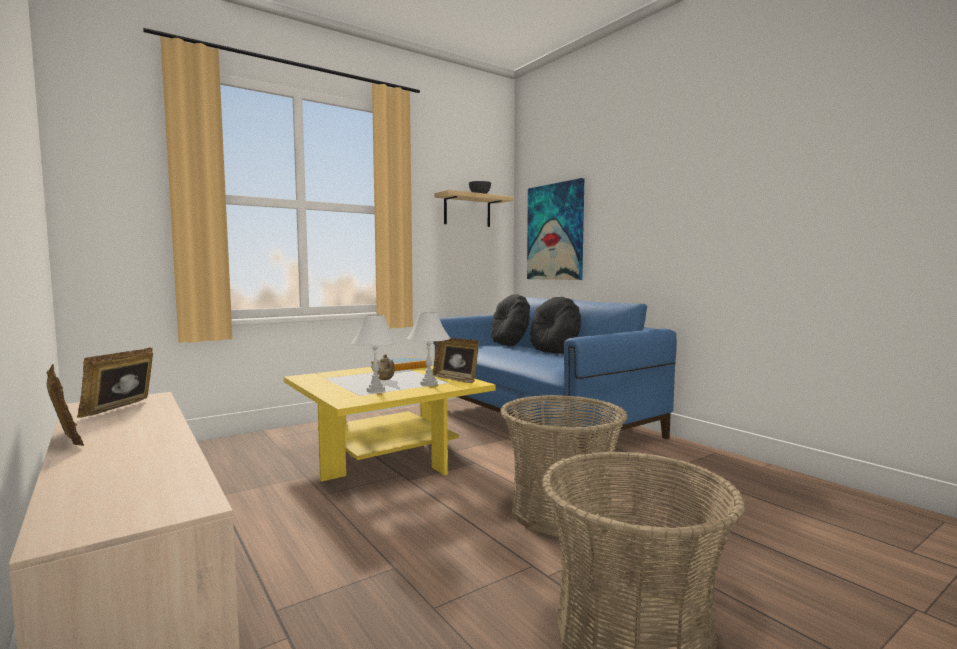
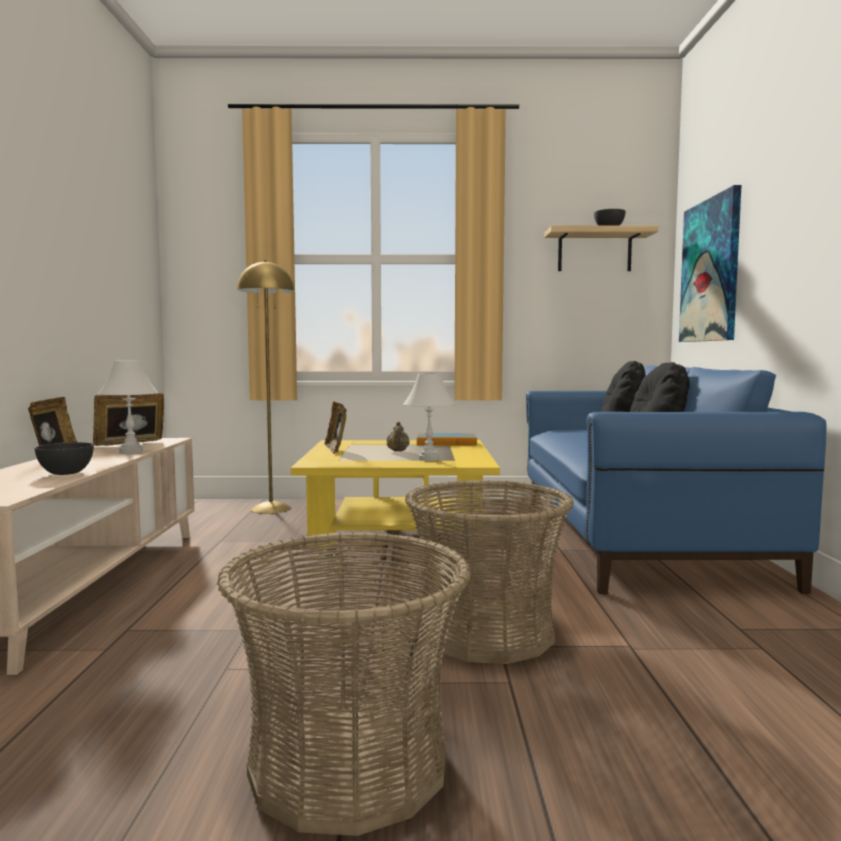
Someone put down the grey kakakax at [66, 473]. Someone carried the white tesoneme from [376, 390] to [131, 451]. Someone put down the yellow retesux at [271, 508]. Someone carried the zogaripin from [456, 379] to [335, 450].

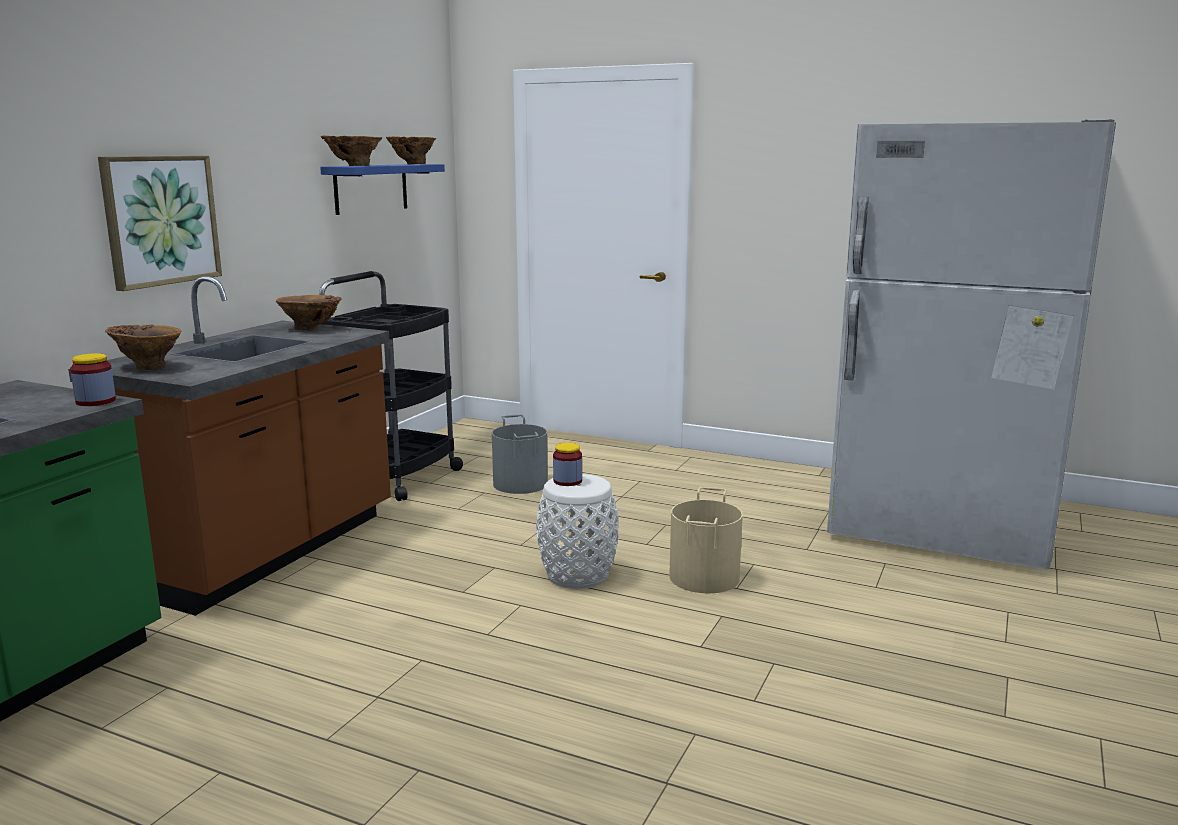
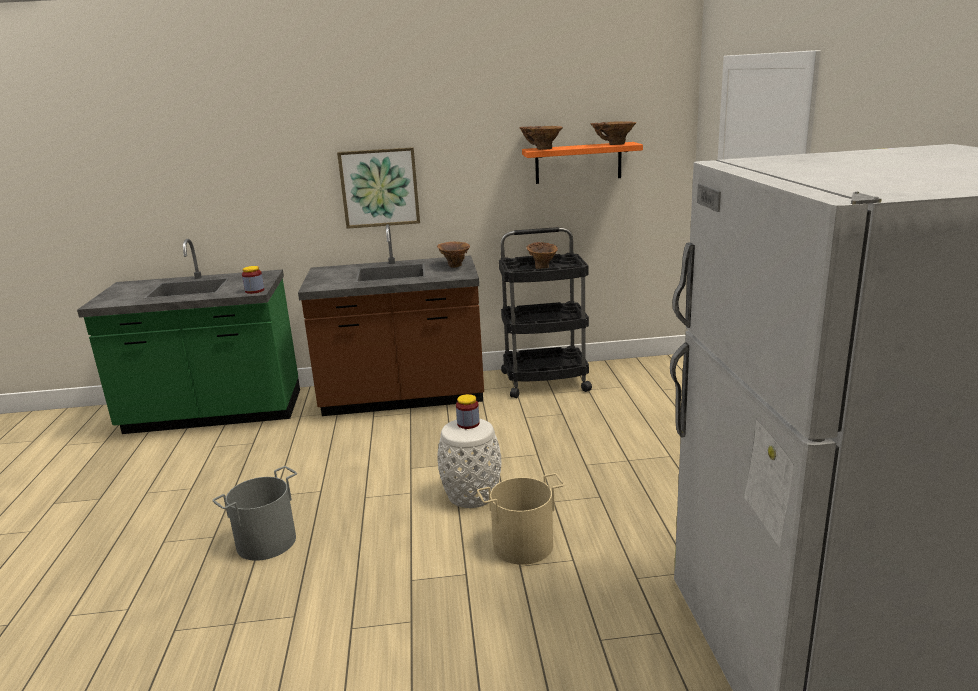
Someone carried the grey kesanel from [521, 484] to [267, 542]. Someone repainted the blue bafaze at [371, 188], which became the orange bafaze at [578, 163]. Someone carried the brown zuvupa from [147, 367] to [542, 267].

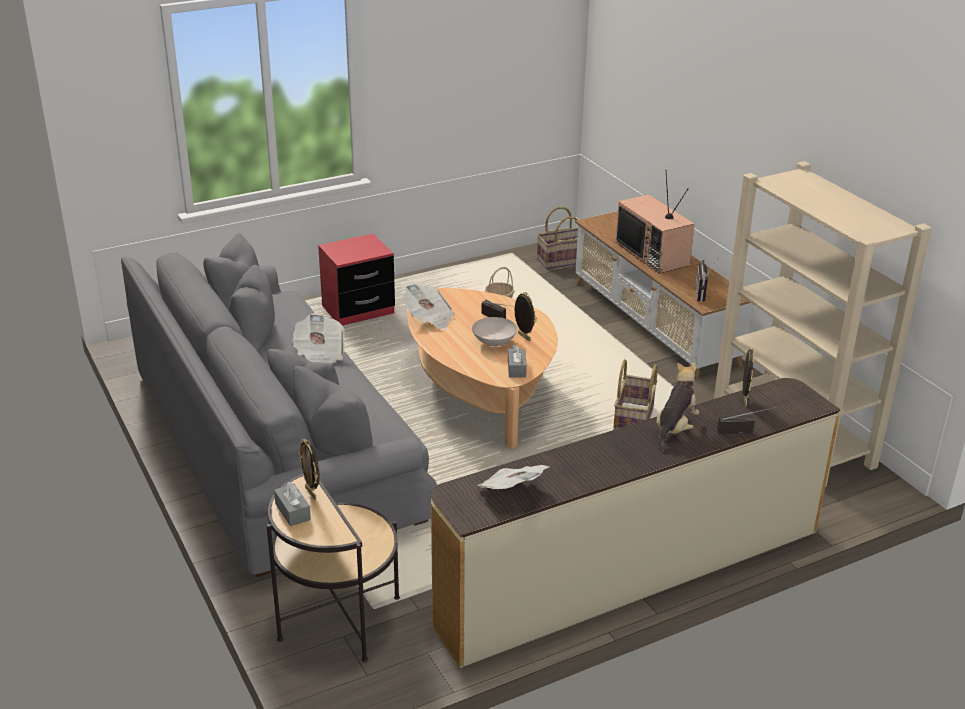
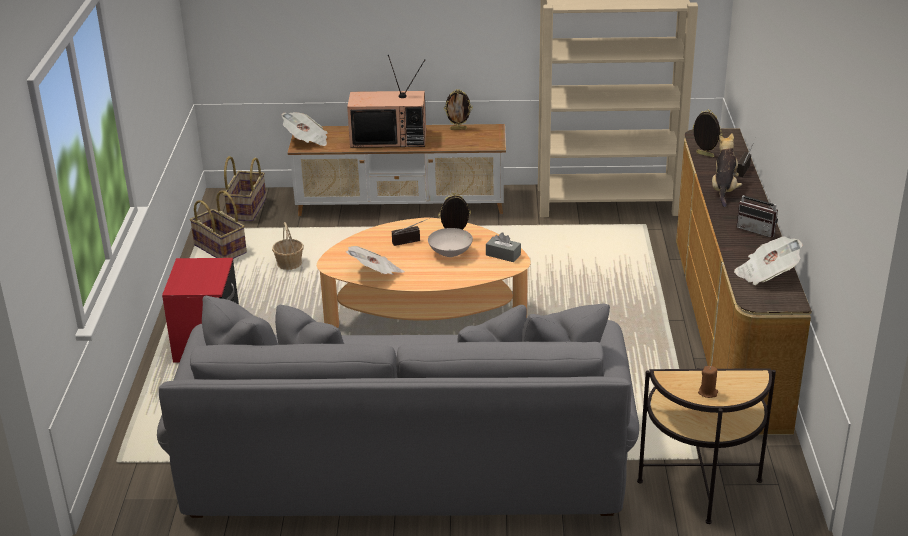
Someone carried the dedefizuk from [634, 421] to [221, 249]. Someone carried the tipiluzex from [319, 354] to [307, 140]. Someone carried the zogaripin from [311, 493] to [458, 129]. Someone swapped the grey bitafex at [292, 511] for the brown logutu at [708, 393]. Someone rotated the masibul at [675, 429] by 45 degrees clockwise. Someone carried the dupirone from [704, 294] to [758, 230].

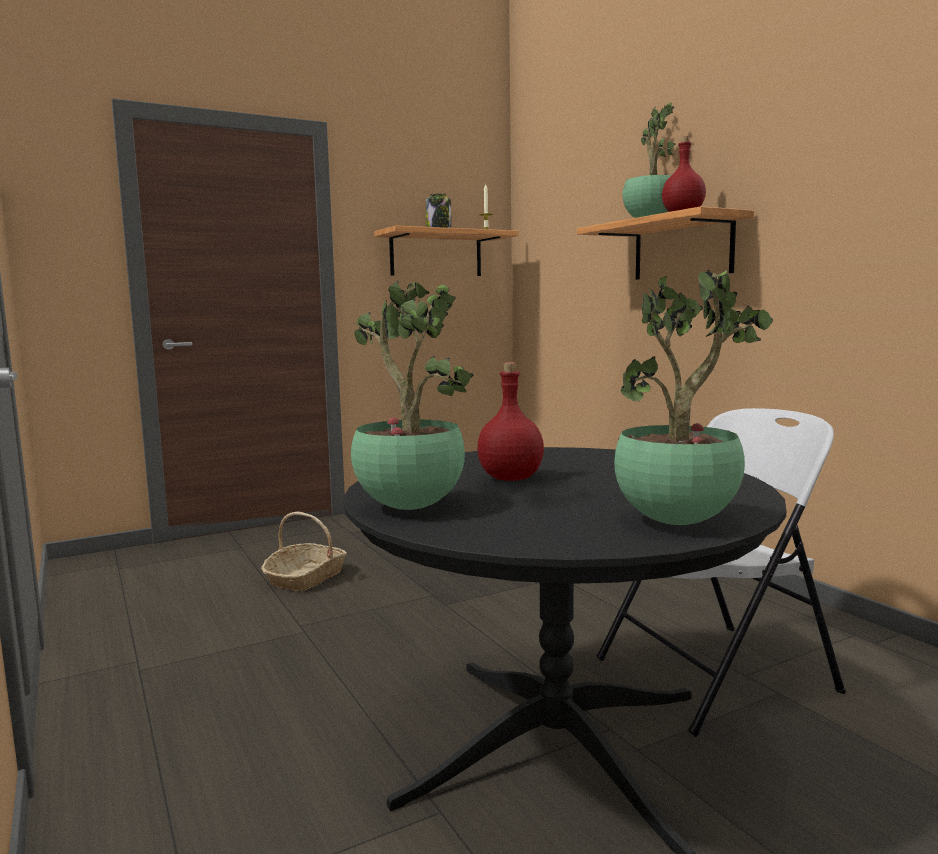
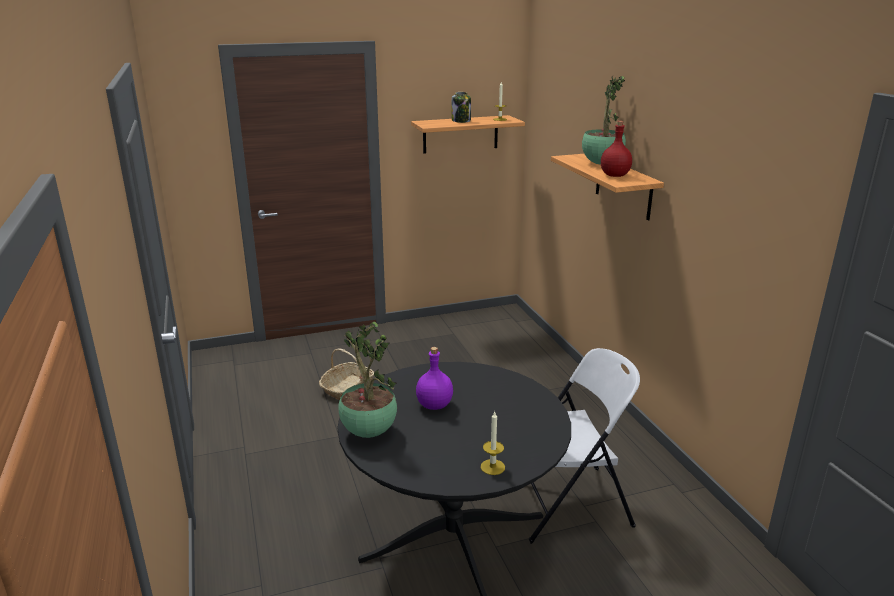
Someone repainted the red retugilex at [510, 479], which became the purple retugilex at [434, 405]. Someone swapped the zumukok at [679, 522] for the logutu at [492, 467].

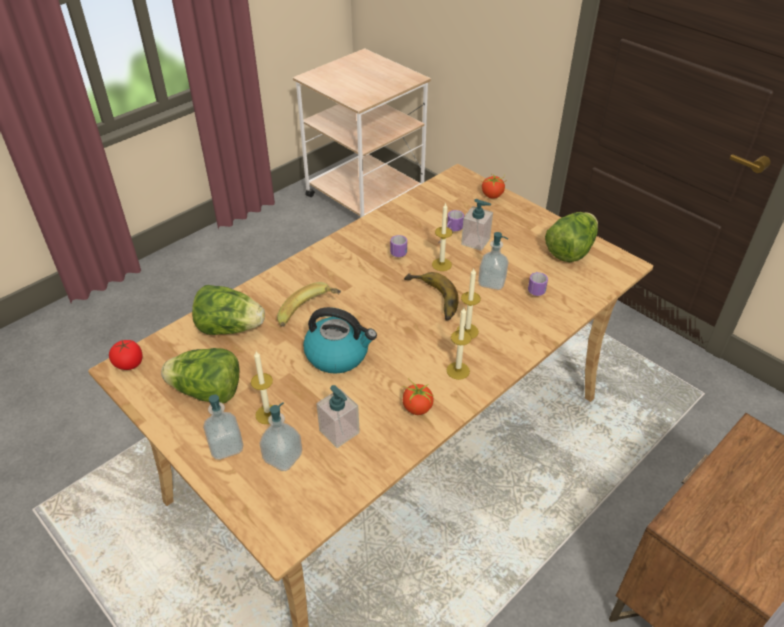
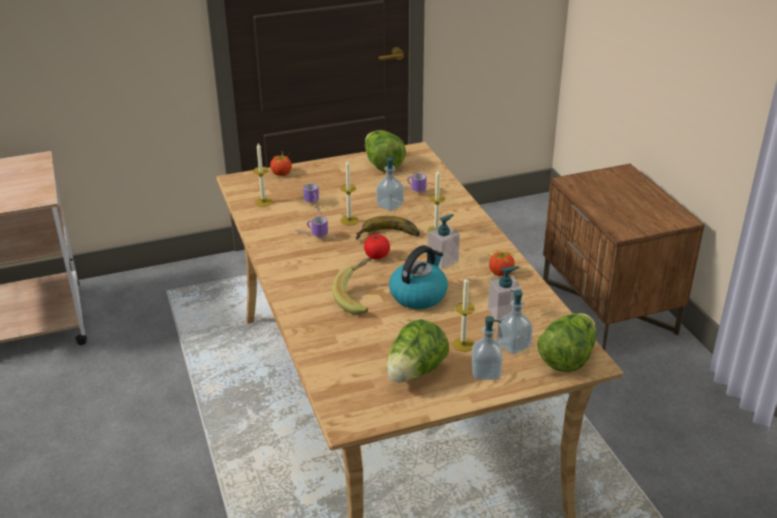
Someone carried the logutu from [458, 370] to [263, 202]. Someone carried the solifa from [129, 364] to [376, 256]. Someone carried the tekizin from [475, 242] to [443, 260]. Someone carried the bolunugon from [230, 328] to [567, 358].

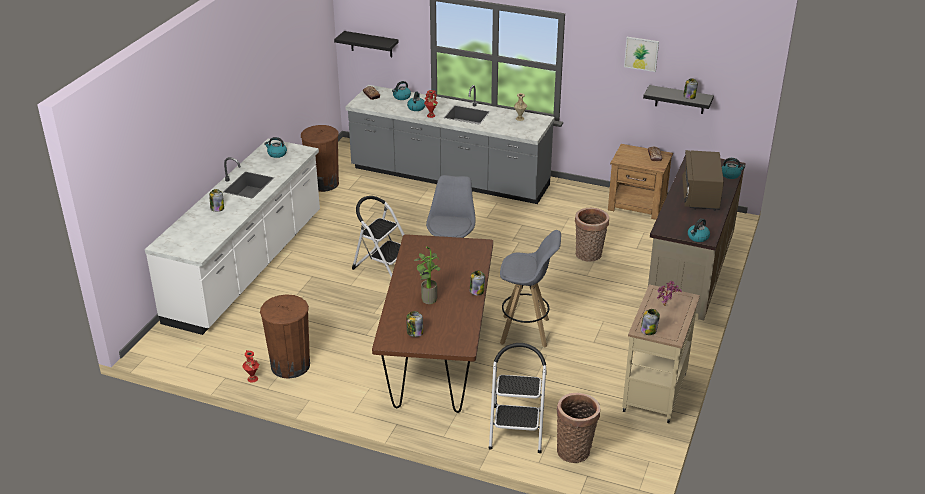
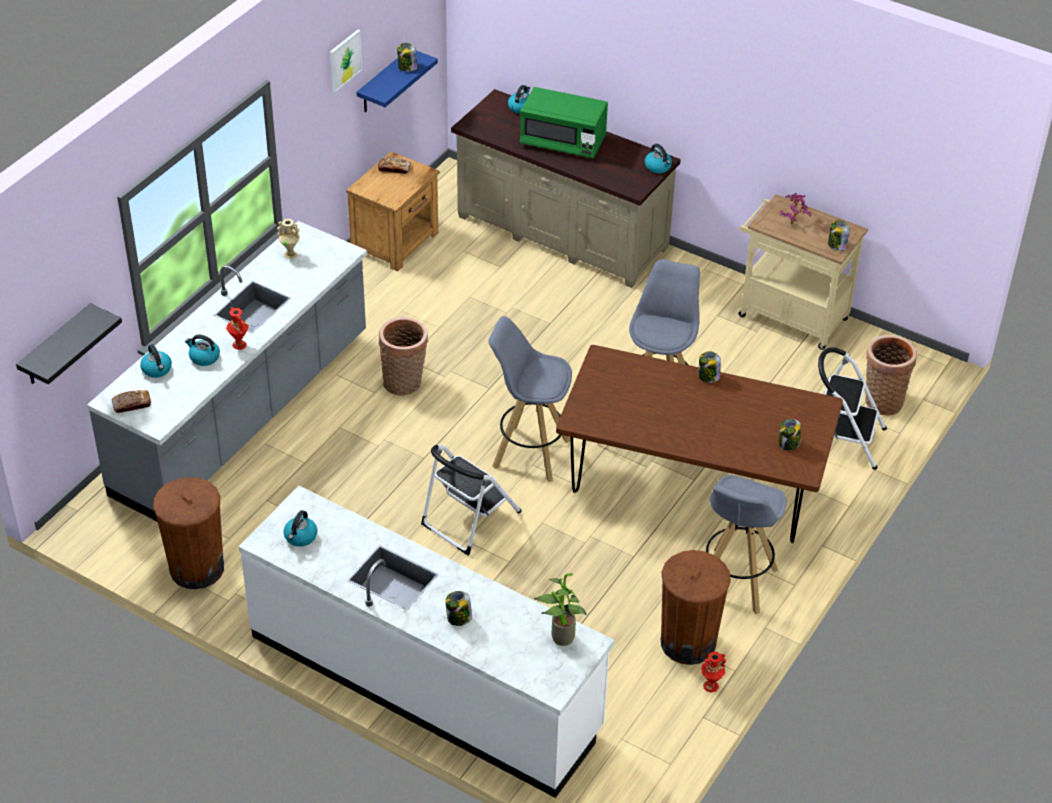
Someone repainted the black bafaze at [680, 99], which became the blue bafaze at [383, 82]. Someone carried the dedefizuk from [589, 255] to [405, 382]. Someone repainted the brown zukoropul at [700, 195], which became the green zukoropul at [563, 142]. Someone carried the zumukok from [427, 298] to [559, 638]. Someone put down the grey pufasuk at [734, 582].

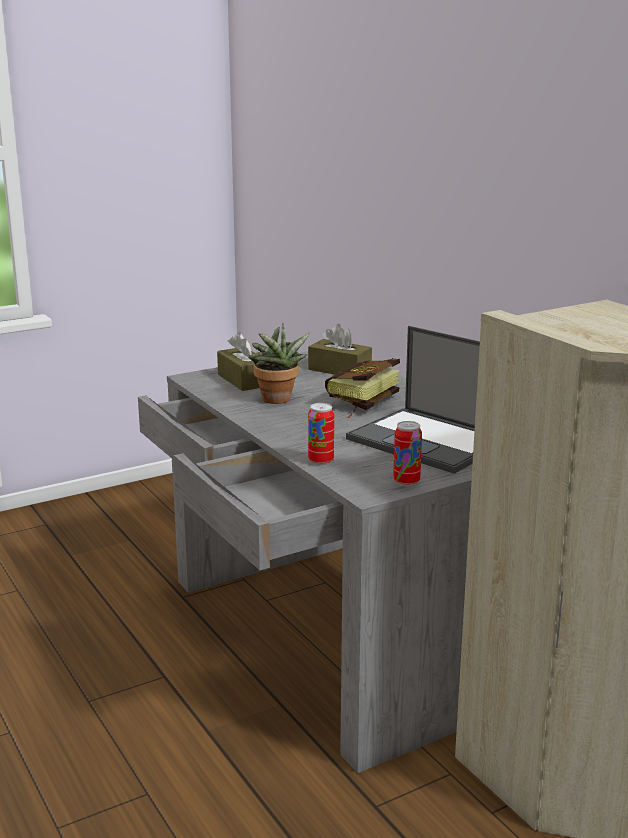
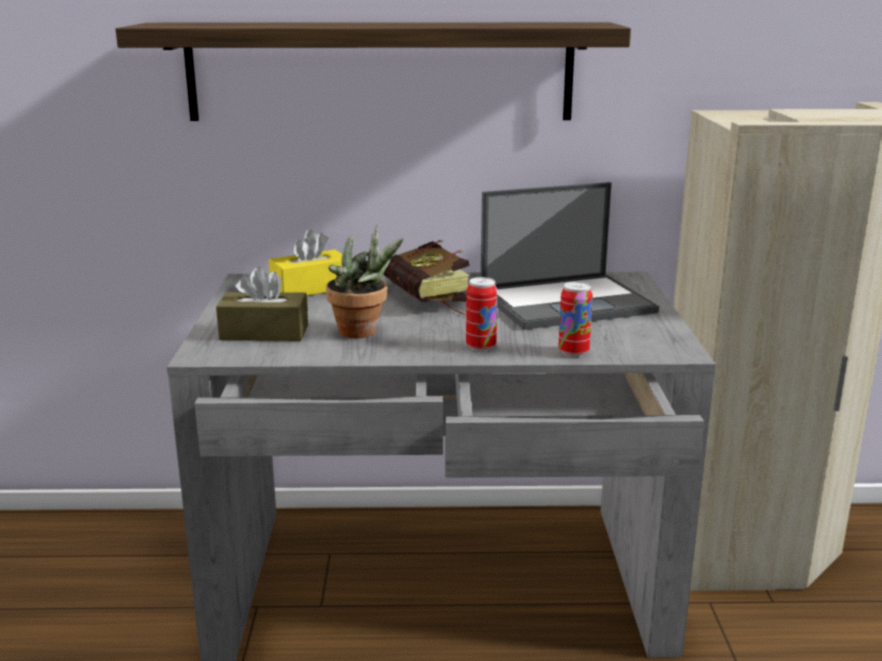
Someone put up the bafaze at [380, 72]. Someone repainted the brown bitafex at [339, 370], which became the yellow bitafex at [310, 288]. Someone carried the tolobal from [406, 482] to [481, 347].

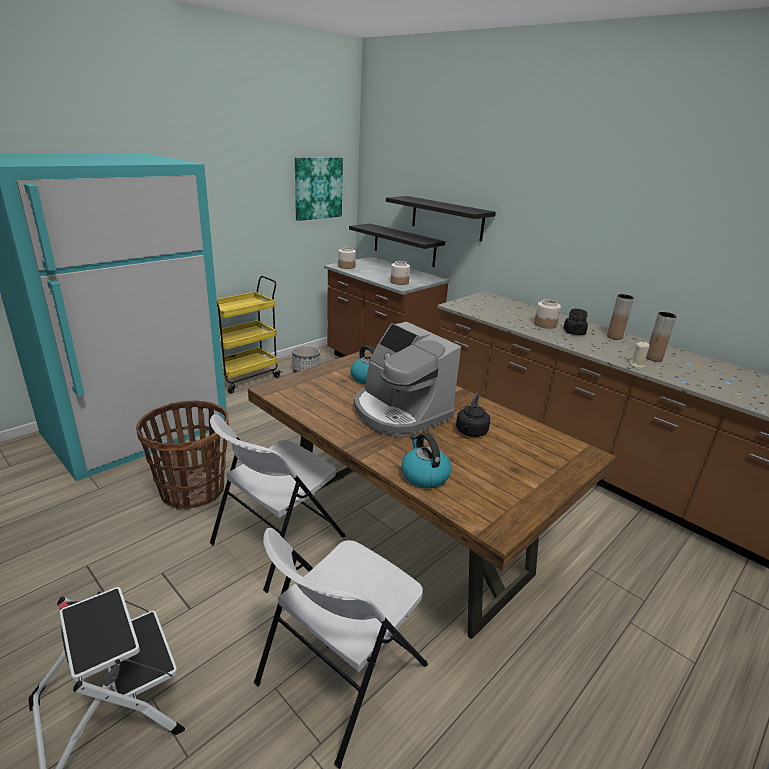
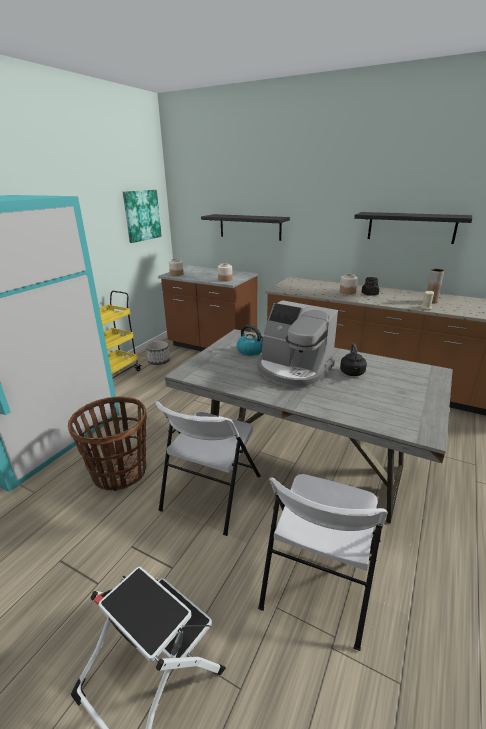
Someone repainted the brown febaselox at [408, 535], which became the grey febaselox at [304, 463]. Someone carried the black bafaze from [404, 245] to [411, 227]. Someone took away the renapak at [424, 475]. Someone took away the brown zuvupa at [614, 337].

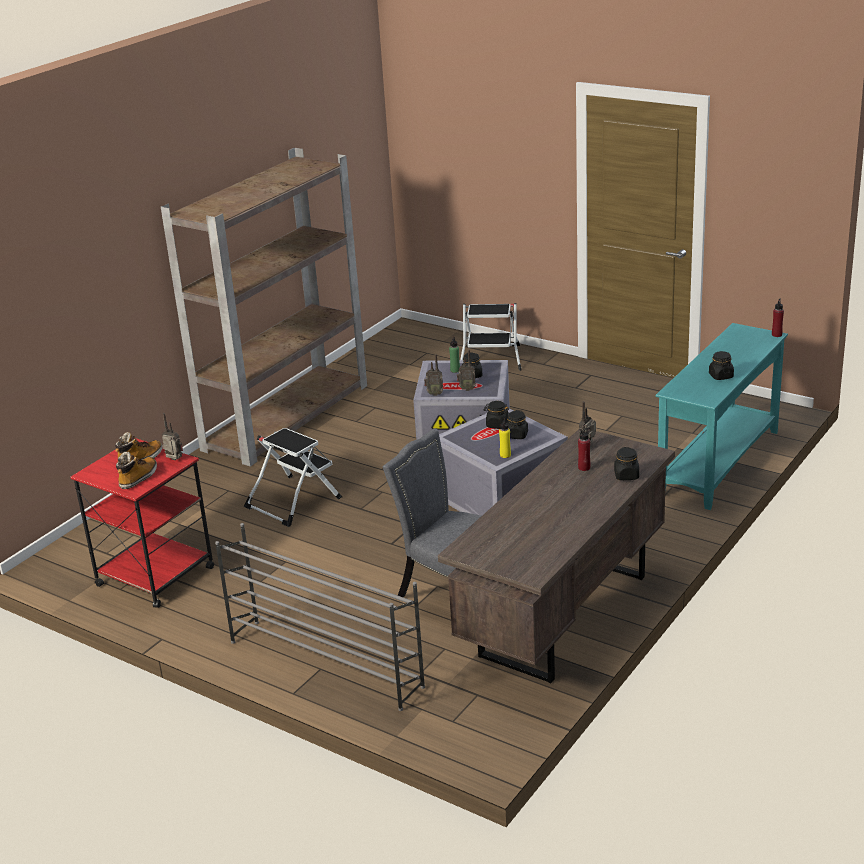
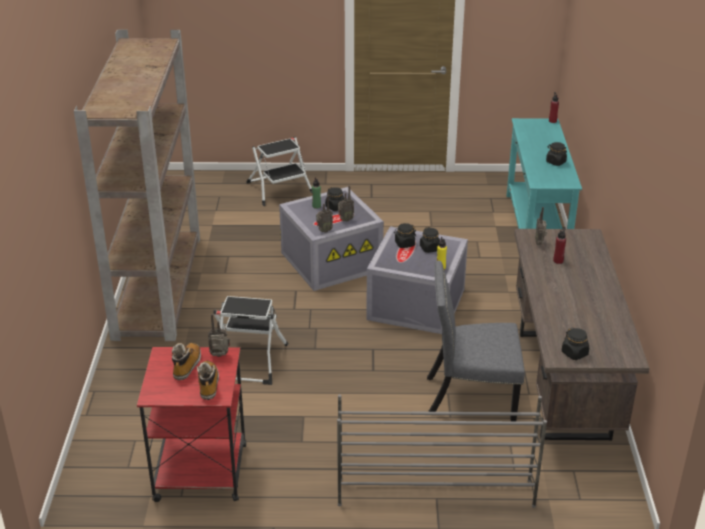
Someone carried the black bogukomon from [626, 475] to [574, 353].

